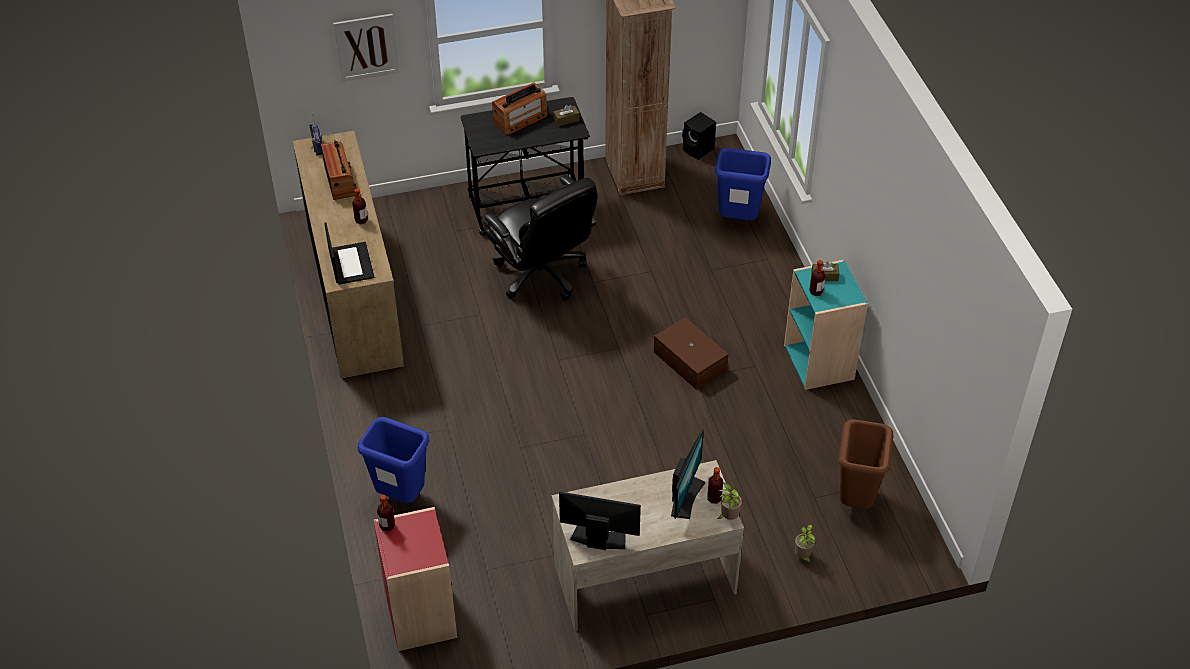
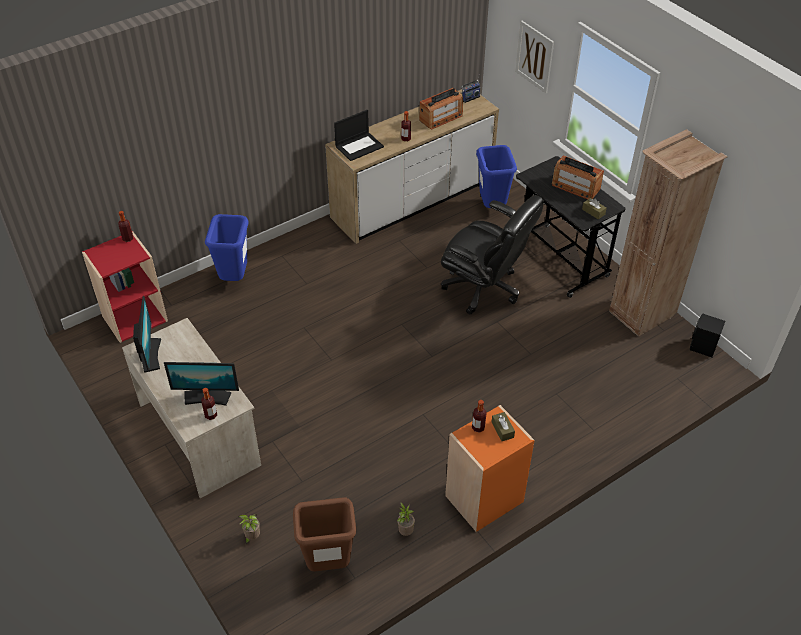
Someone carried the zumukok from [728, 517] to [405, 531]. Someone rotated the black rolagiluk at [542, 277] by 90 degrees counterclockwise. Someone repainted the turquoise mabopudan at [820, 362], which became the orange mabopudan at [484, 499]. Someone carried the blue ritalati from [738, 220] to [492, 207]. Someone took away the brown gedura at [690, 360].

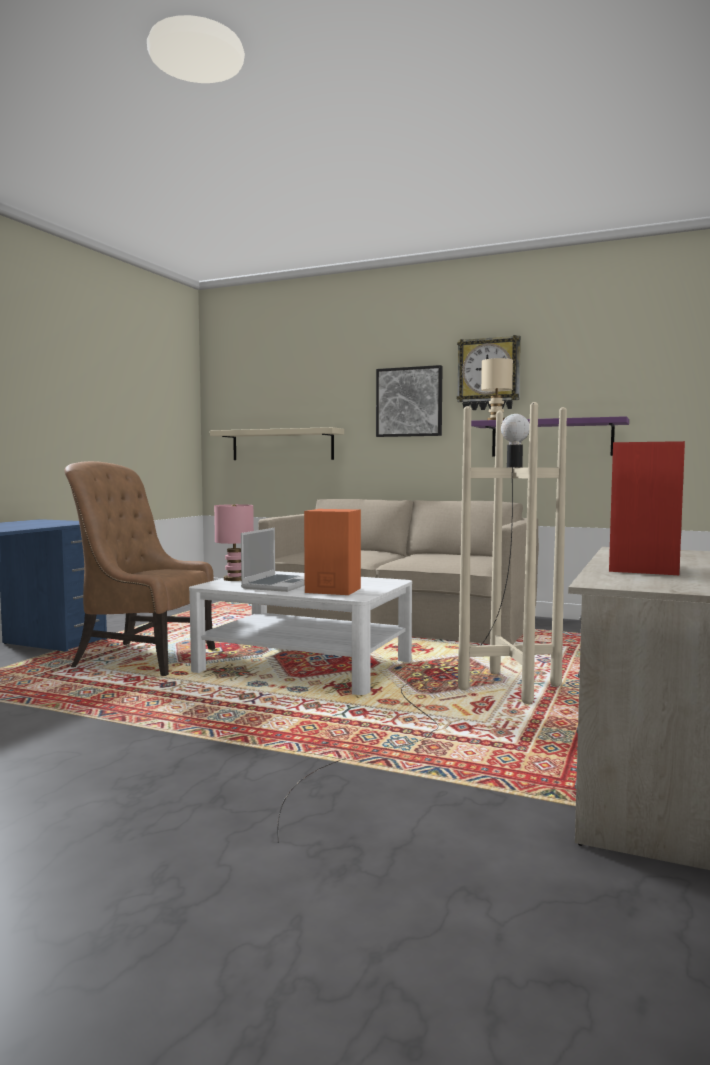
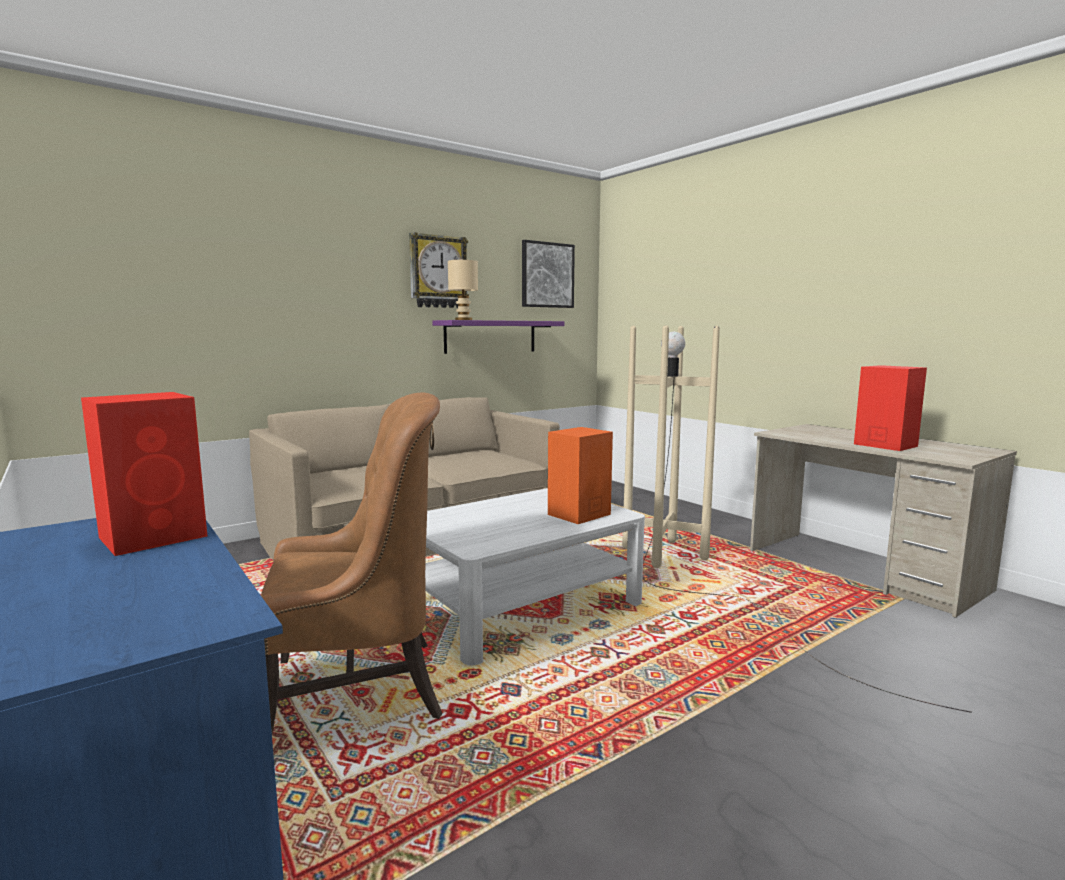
Someone put down the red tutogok at [156, 536]. Someone rotated the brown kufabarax at [142, 658] by 150 degrees counterclockwise. Someone carried the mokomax from [409, 402] to [547, 275]. Someone took away the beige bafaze at [282, 445]. Someone took away the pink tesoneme at [234, 579]. Someone took away the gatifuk at [279, 585].

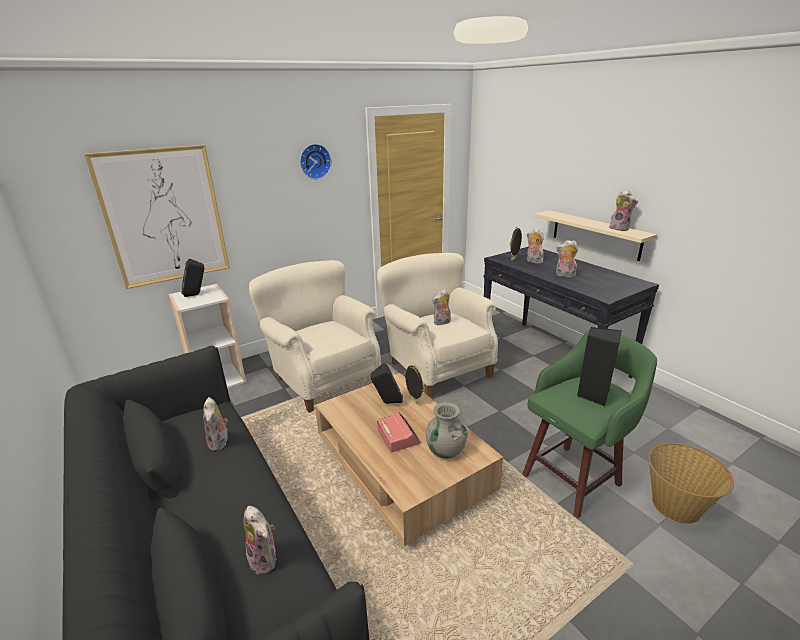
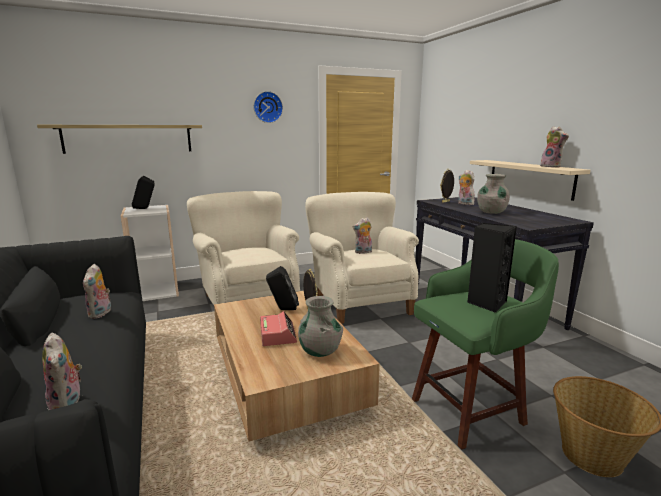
Someone swapped the mokomax at [164, 216] for the bafaze at [128, 138]. Someone swapped the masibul at [564, 275] for the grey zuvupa at [491, 212].

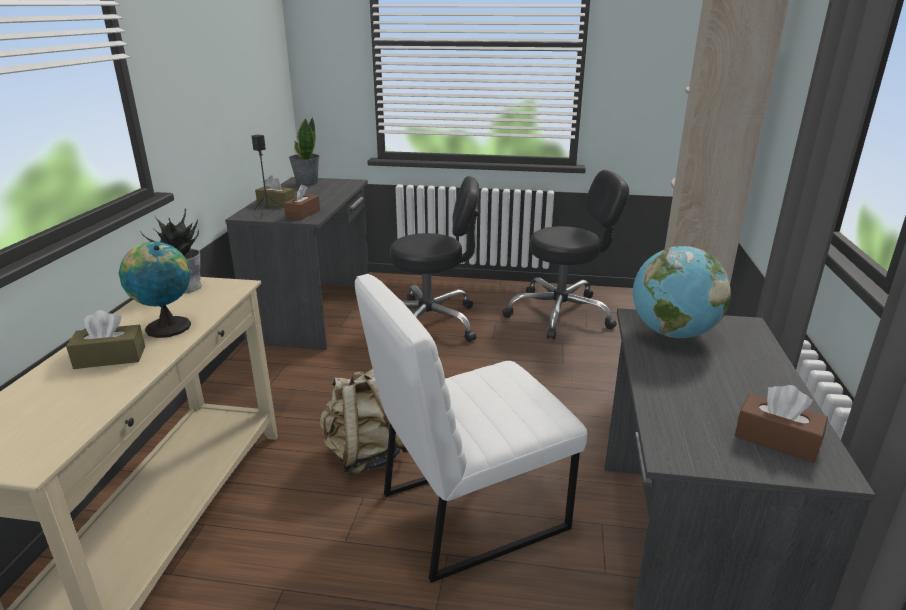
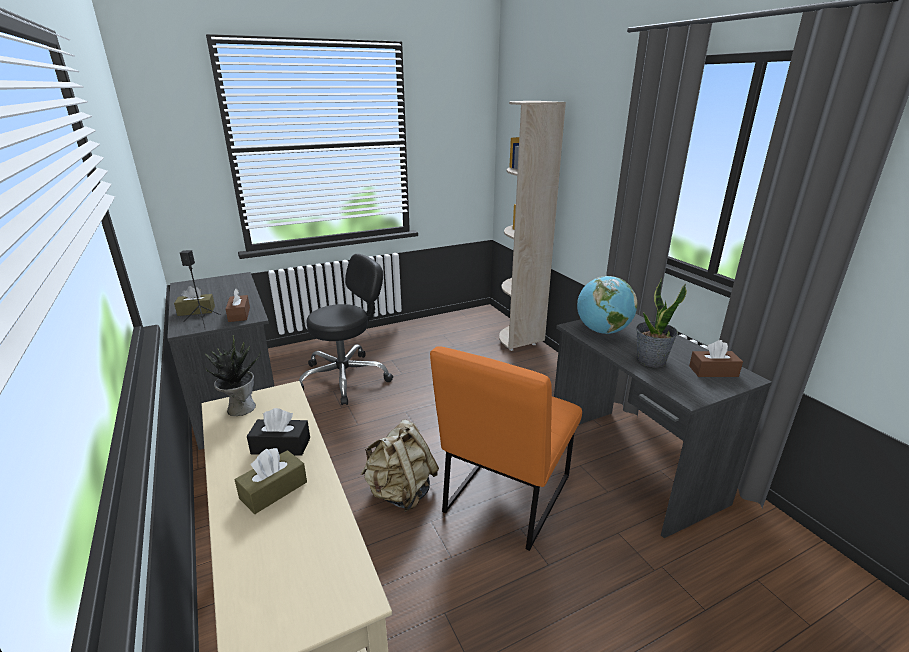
Someone swapped the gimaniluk at [166, 327] for the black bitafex at [281, 446]. Someone repainted the white kufabarax at [468, 511], which became the orange kufabarax at [505, 495]. Someone carried the zumukok from [306, 183] to [650, 361]. Someone took away the black rolagiluk at [564, 313].

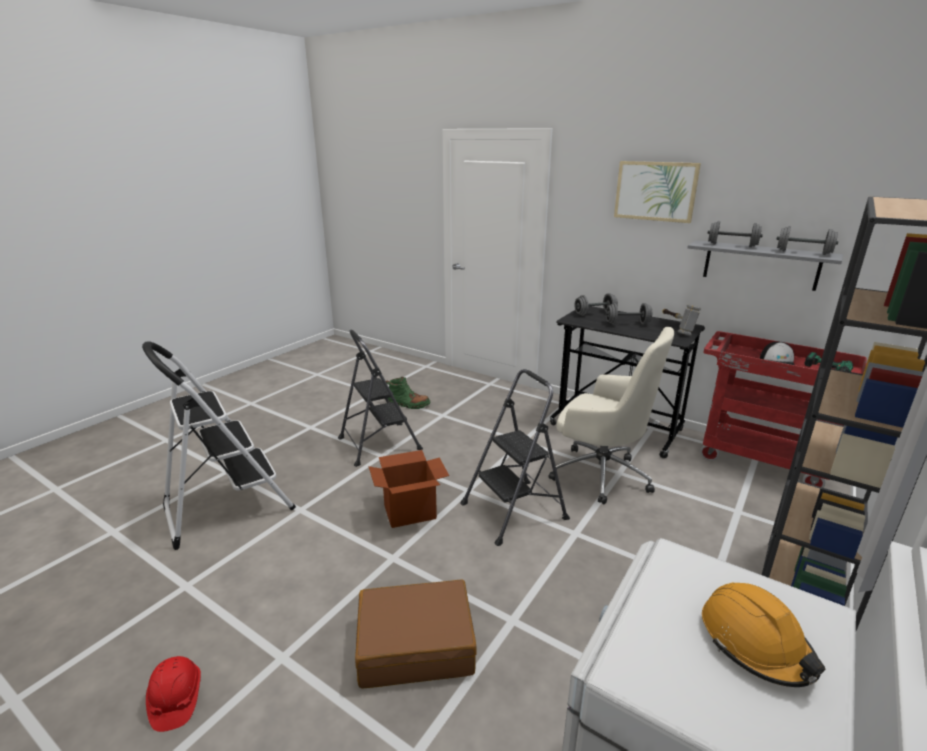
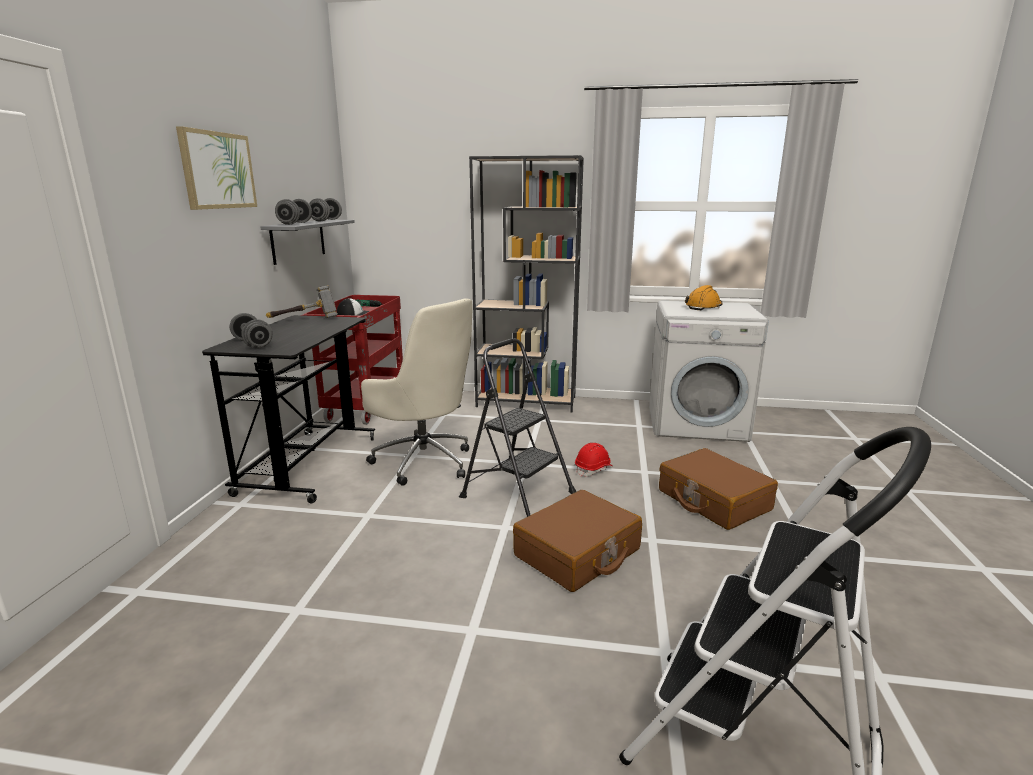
Someone rotated the beige rolagiluk at [601, 476] by 120 degrees clockwise. Someone swapped the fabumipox at [410, 512] for the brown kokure at [577, 553]. Someone carried the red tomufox from [176, 700] to [593, 469]. Someone took away the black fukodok at [377, 443]. Someone took away the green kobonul at [408, 404]. Someone took away the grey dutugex at [627, 323].

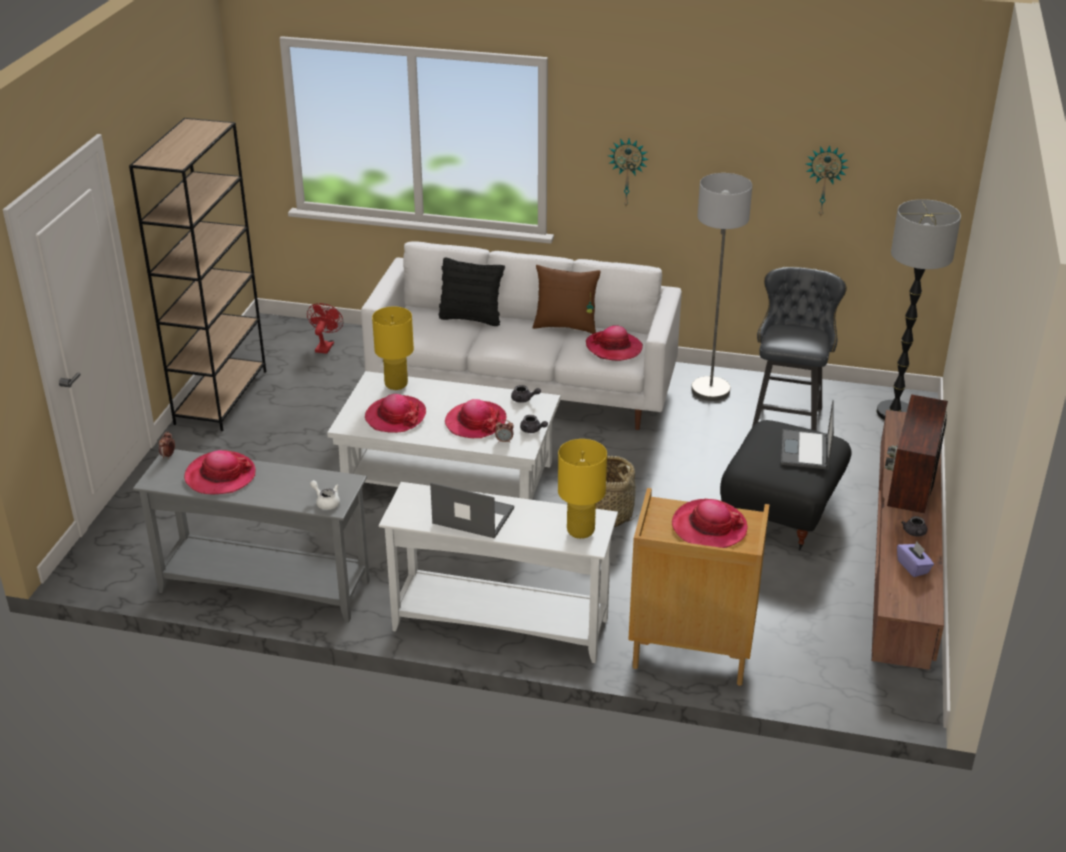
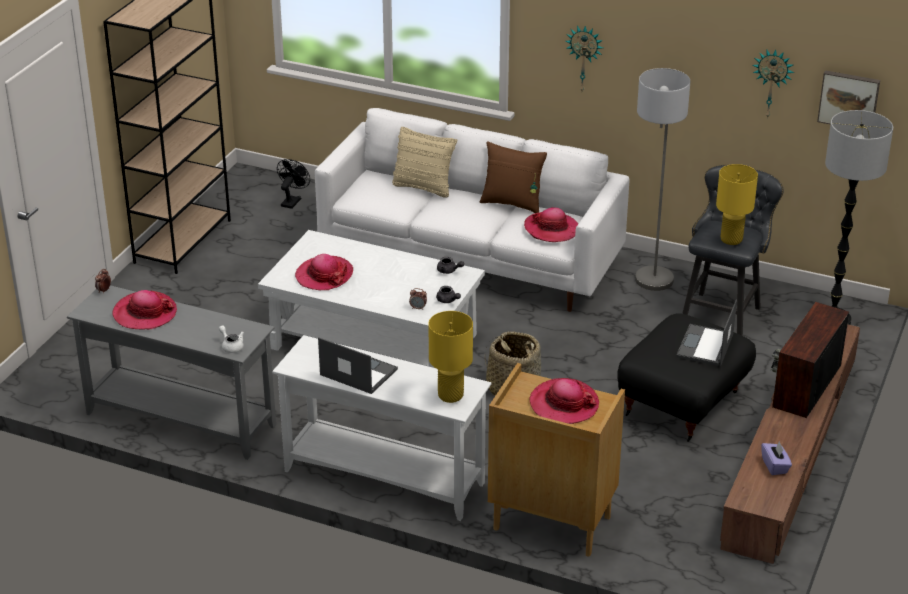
Someone repainted the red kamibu at [325, 346], which became the black kamibu at [292, 201]. Someone repainted the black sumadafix at [472, 318], which became the beige sumadafix at [424, 188]. Someone carried the yellow tesoneme from [396, 386] to [731, 241]. Someone put up the mokomax at [849, 99]. Someone took away the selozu at [475, 422]. Someone took away the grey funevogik at [915, 533].

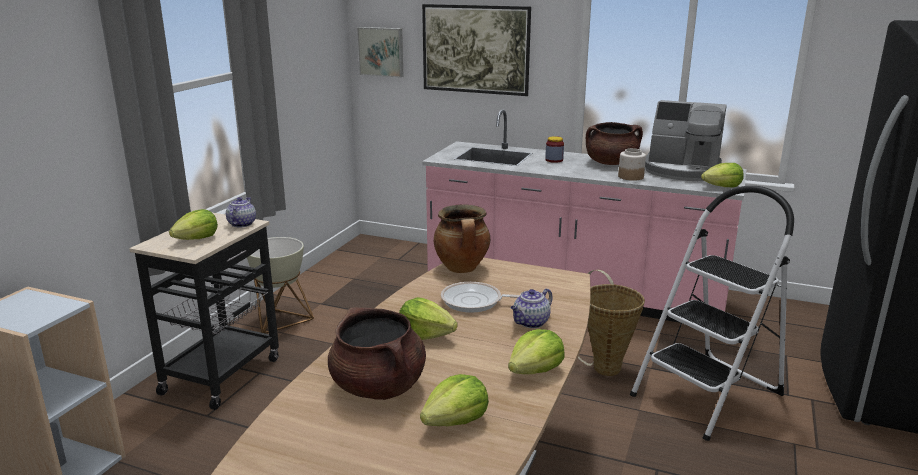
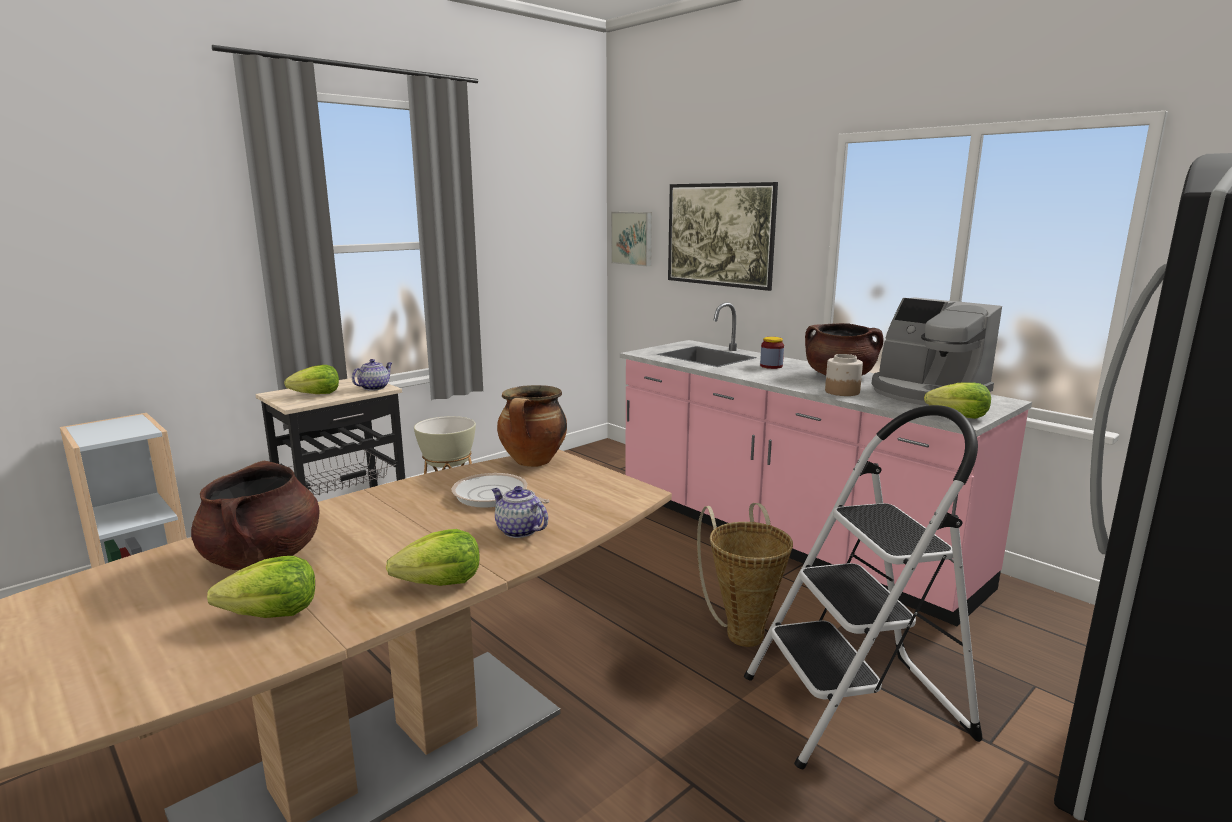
Someone rotated the funevogik at [531, 323] by 60 degrees clockwise. Someone took away the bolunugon at [425, 334].

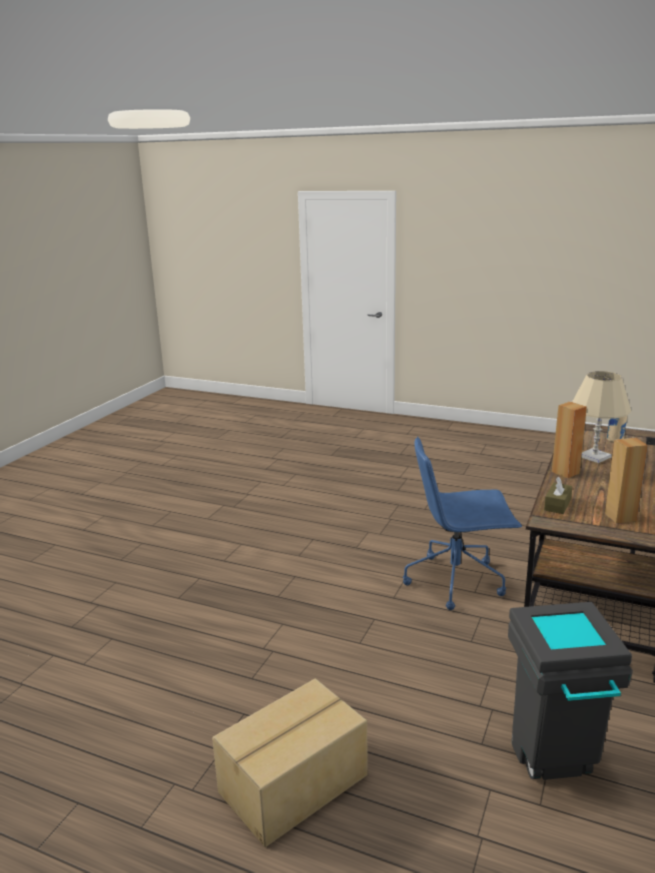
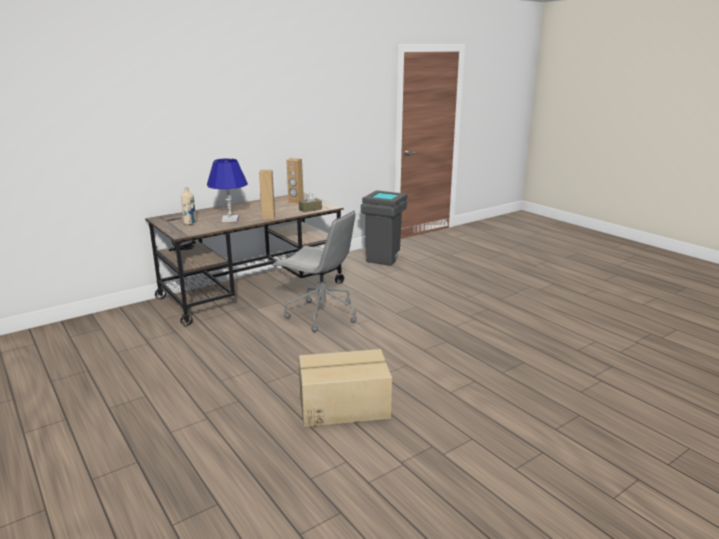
Someone repainted the beige tesoneme at [594, 457], which became the blue tesoneme at [230, 219]. Someone repainted the blue rolagiluk at [459, 581], which became the grey rolagiluk at [319, 315]. Someone carried the fabumipox from [295, 784] to [343, 406].

